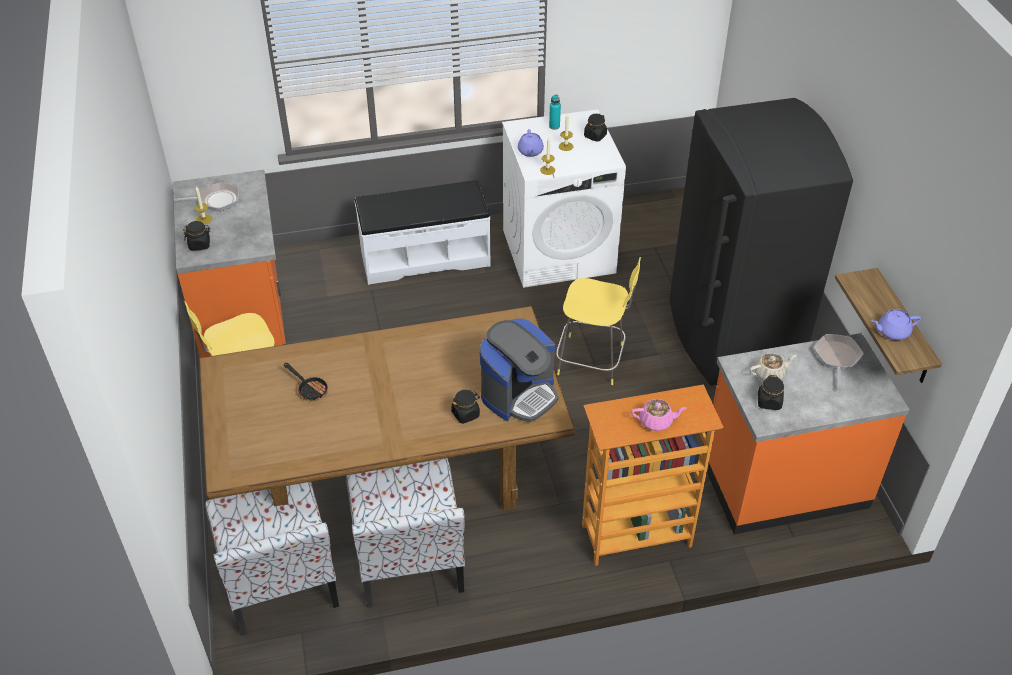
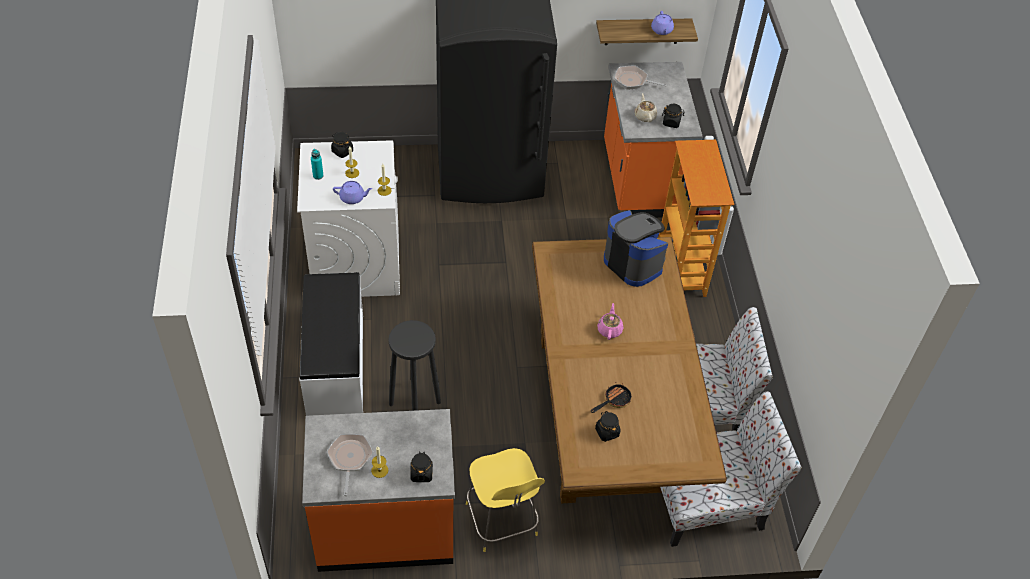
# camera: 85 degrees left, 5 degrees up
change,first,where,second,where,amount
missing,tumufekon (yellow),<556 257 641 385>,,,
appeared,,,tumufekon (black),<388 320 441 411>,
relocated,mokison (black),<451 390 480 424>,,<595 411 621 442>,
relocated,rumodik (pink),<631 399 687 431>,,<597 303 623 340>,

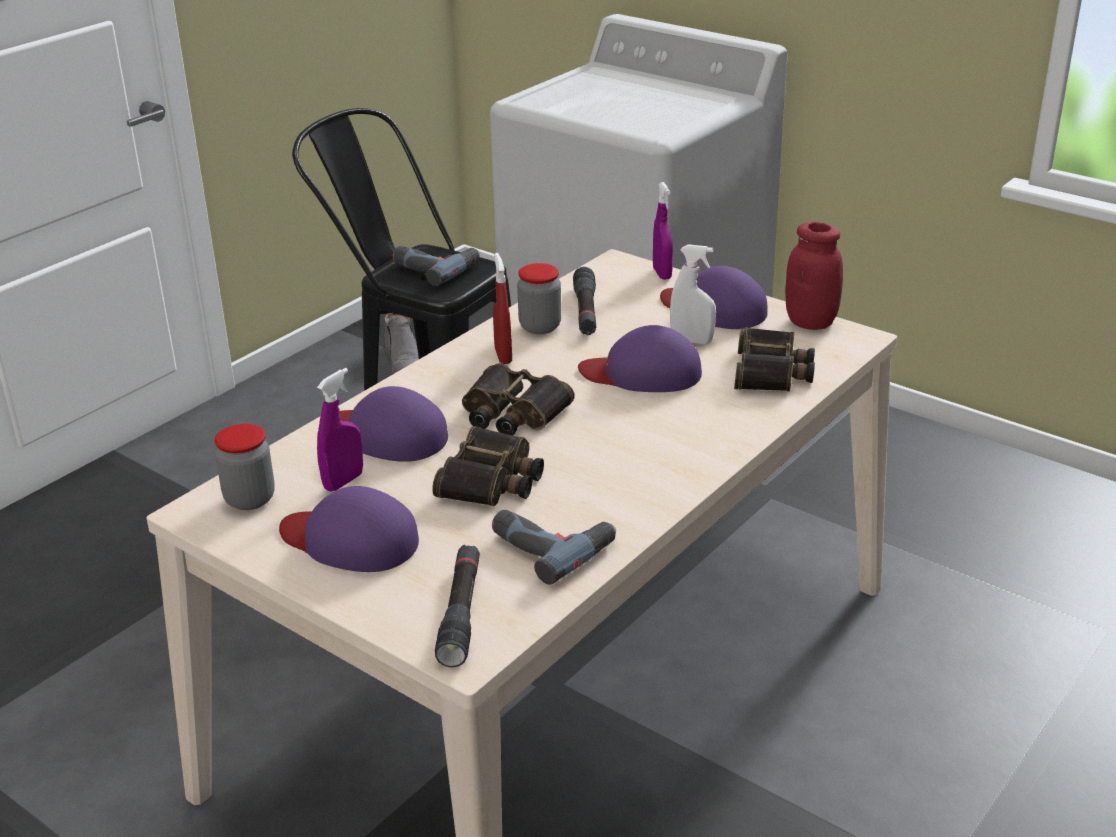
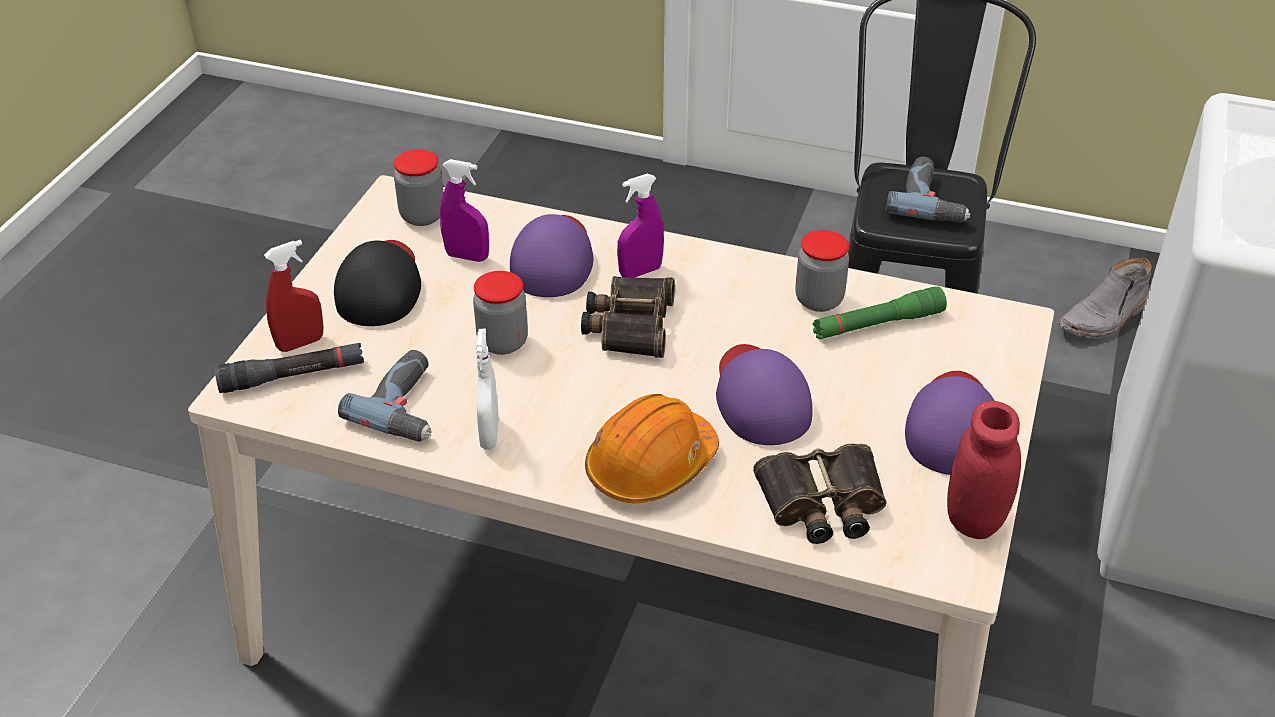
# camera: 70 degrees right, 10 degrees up
change,first,where,second,where,amount
appeared,,,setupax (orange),<585 394 719 503>,
relocated,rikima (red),<493 253 512 364>,,<264 240 324 352>,
relocated,rikima (purple),<653 182 673 280>,,<617 174 664 278>,
relocated,rikima (white),<670 244 716 344>,,<476 329 499 450>,
exchanged,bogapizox,<432 426 544 506>,mokison,<473 271 528 355>,
colour,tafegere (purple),<279 486 419 572>,tafegere (black),<334 240 421 326>,
colour,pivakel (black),<573 267 596 335>,pivakel (green),<812 286 947 339>,

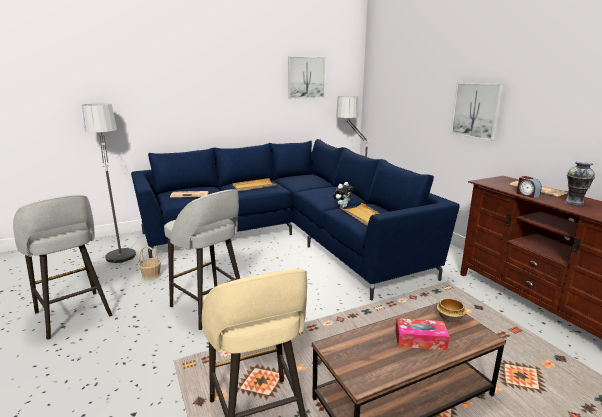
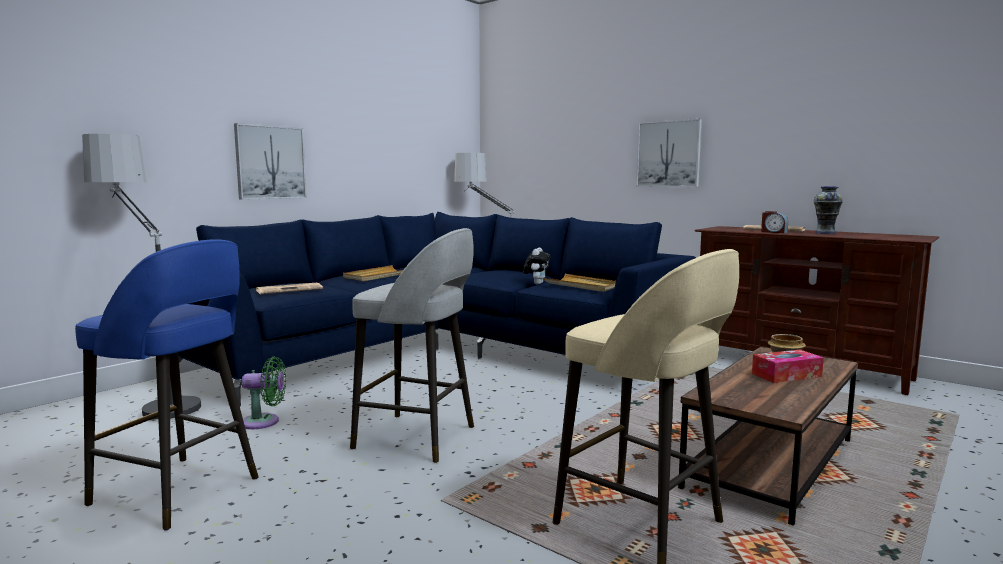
# camera: 25 degrees left, 10 degrees down
change,first,where,second,where,amount
relocated,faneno,<288 56 325 99>,,<234 123 307 200>,
exchanged,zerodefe,<138 246 161 280>,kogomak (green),<241 357 286 429>,
colour,tumufekon (grey),<13 195 112 340>,tumufekon (blue),<75 239 259 531>,

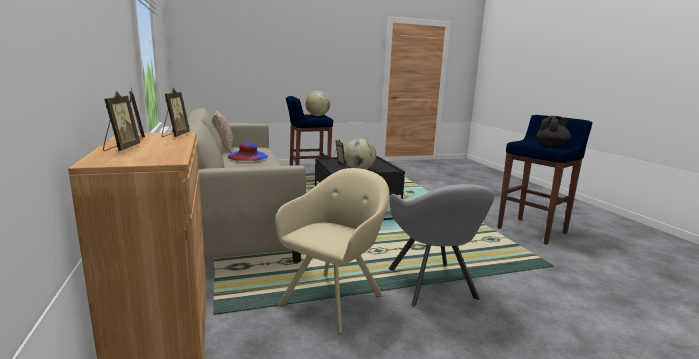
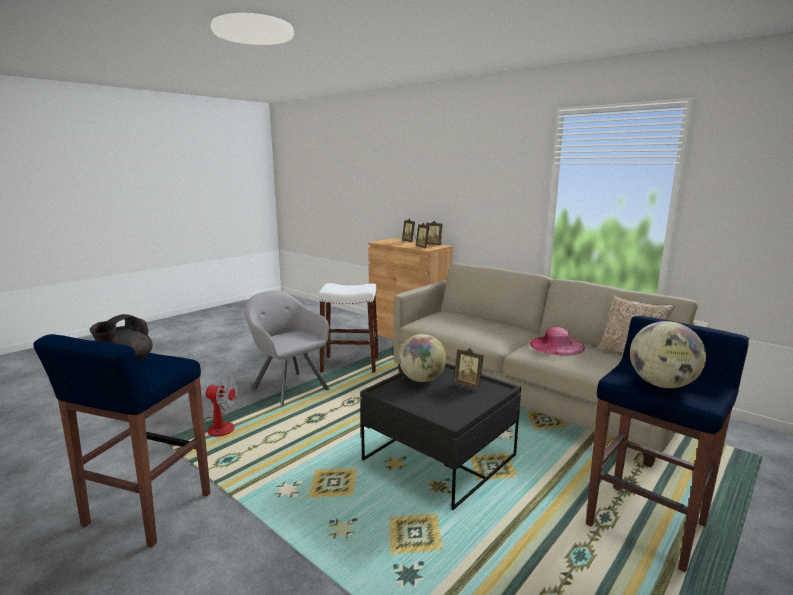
# camera: 150 degrees right, 0 degrees up
change,first,where,second,where,amount
appeared,,,kogomak,<204 378 238 437>,
exchanged,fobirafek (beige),<275 168 390 334>,tumufekon (white),<318 283 379 373>,
colour,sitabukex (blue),<228 142 268 161>,sitabukex (pink),<530 327 585 356>,

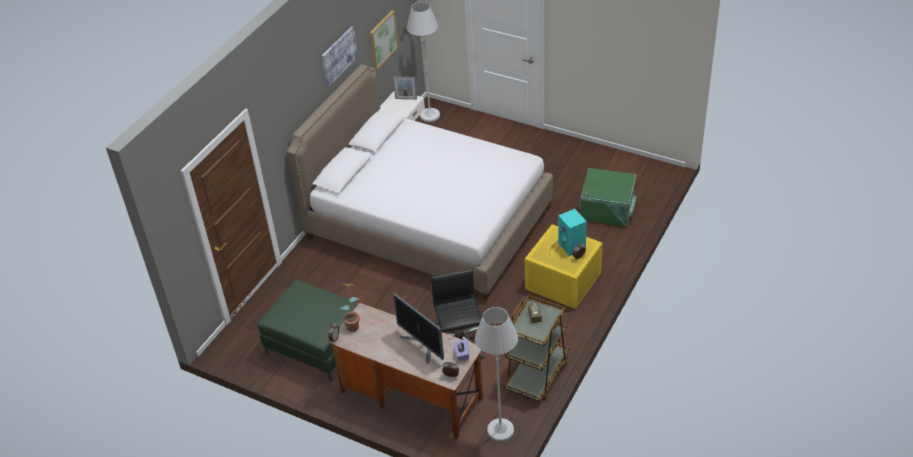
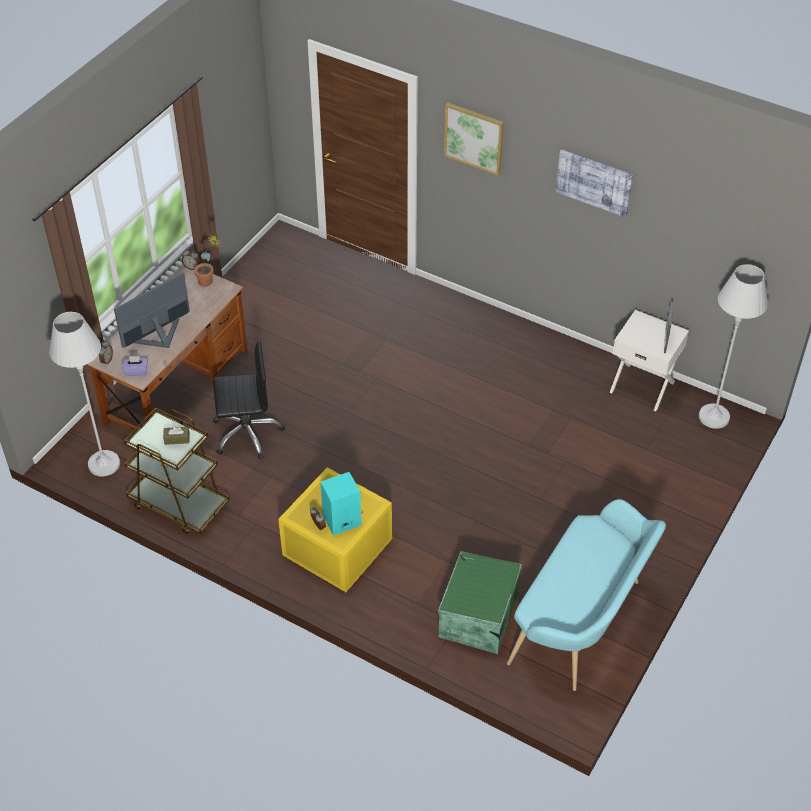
# camera: 90 degrees right, 5 degrees up
change,first,where,second,where,amount
missing,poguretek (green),<257 280 359 381>,,,
missing,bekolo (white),<287 64 553 300>,,,
appeared,,,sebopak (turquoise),<507 499 666 691>,
relocated,faneno,<370 10 399 70>,,<444 103 504 176>,

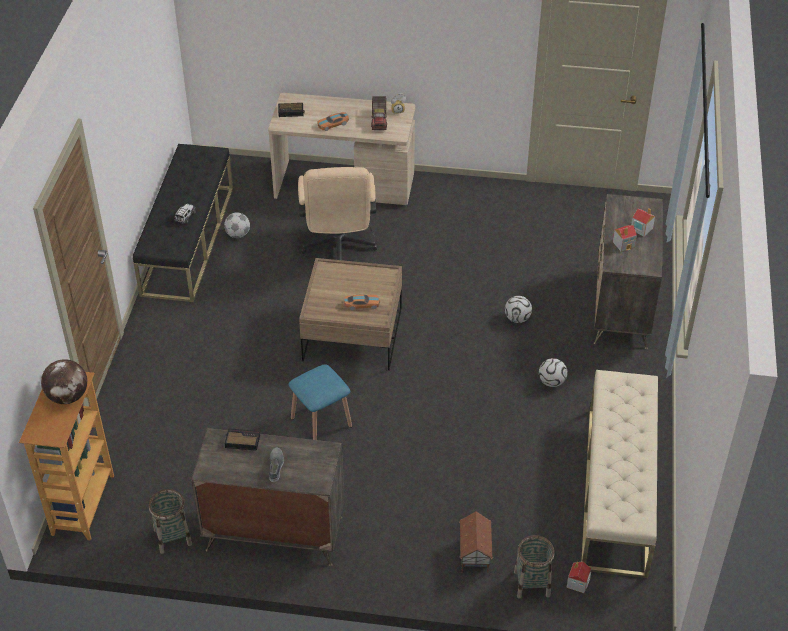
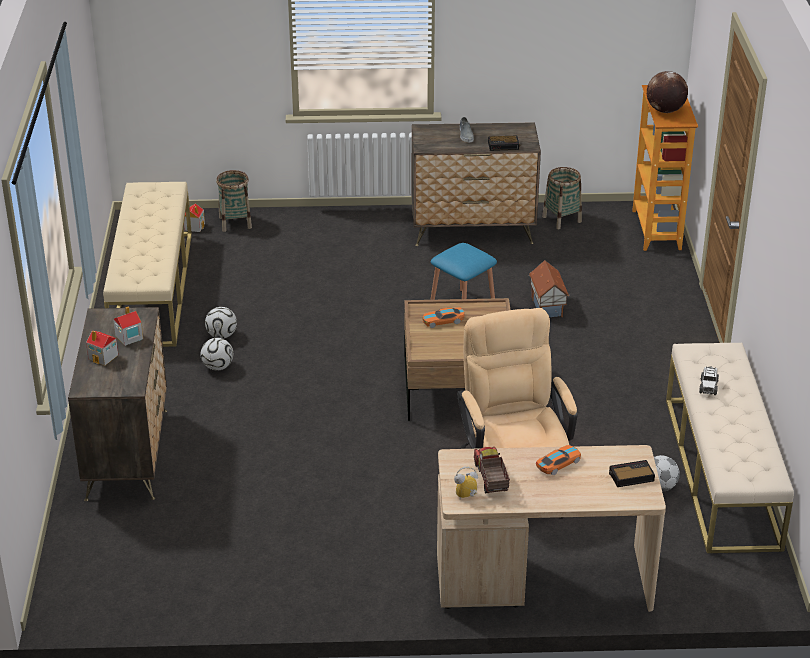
# camera: 170 degrees right, 10 degrees down
change,first,where,second,where,amount
relocated,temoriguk,<459 512 493 573>,,<529 260 569 317>,
relocated,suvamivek,<505 296 532 323>,,<205 307 237 339>,
colour,sebopak (black),<133 144 233 302>,sebopak (beige),<666 343 794 553>,

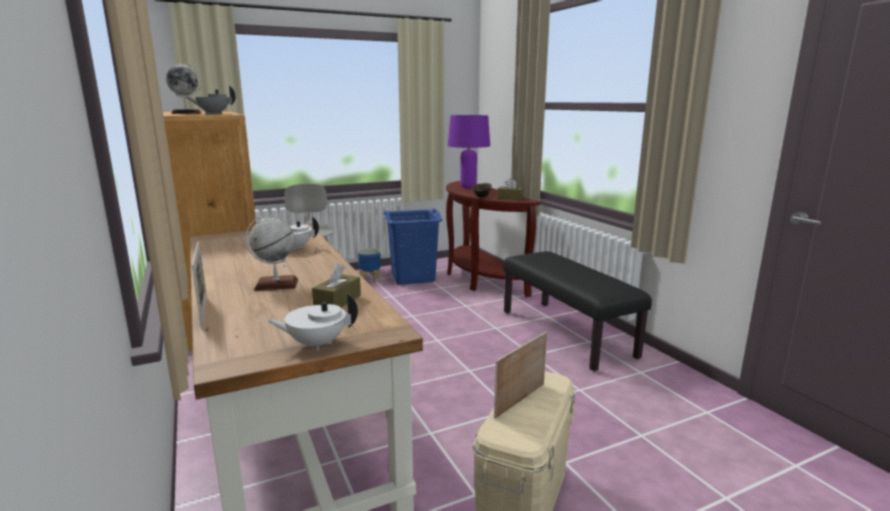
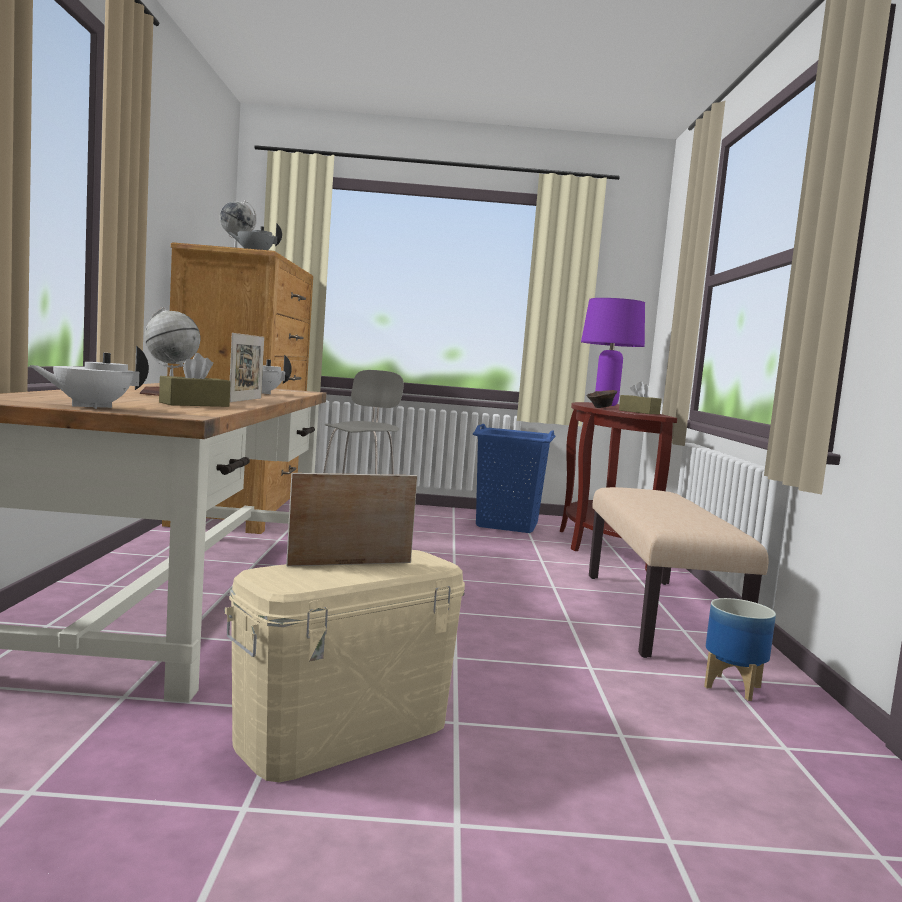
# camera: 25 degrees right, 10 degrees down
change,first,where,second,where,amount
relocated,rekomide,<192 241 207 329>,,<230 333 264 402>,
relocated,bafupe,<358 248 381 283>,,<704 598 776 701>,
colour,sebopak (black),<503 251 652 371>,sebopak (beige),<589 487 768 658>,
spun,rumodik (white),<267 294 358 351>,,<29 346 149 409>,45 degrees counterclockwise

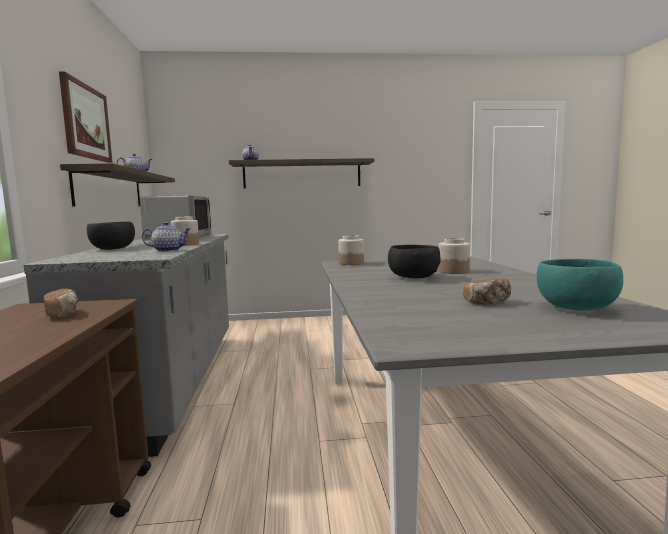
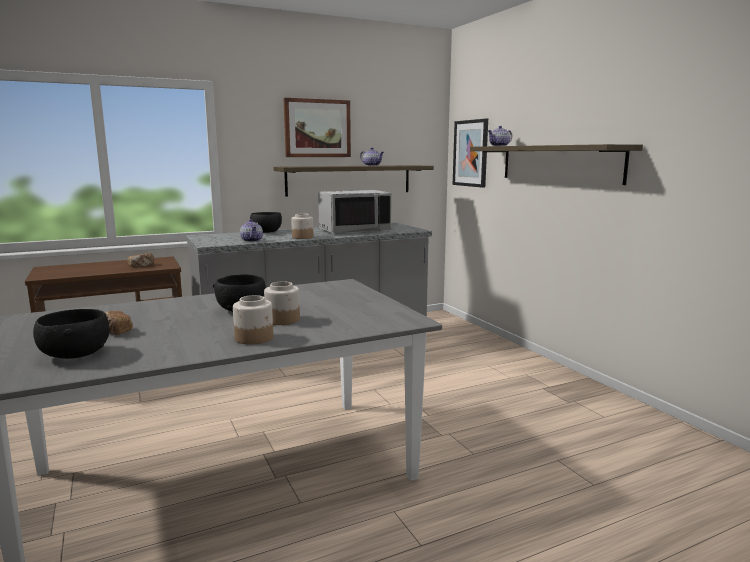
# camera: 70 degrees right, 5 degrees up
change,first,where,second,where,amount
appeared,,,faneno,<453 119 488 188>,
relocated,mokison,<338 235 364 265>,,<233 295 273 345>,
colour,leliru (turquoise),<537 259 623 310>,leliru (black),<33 309 110 359>,

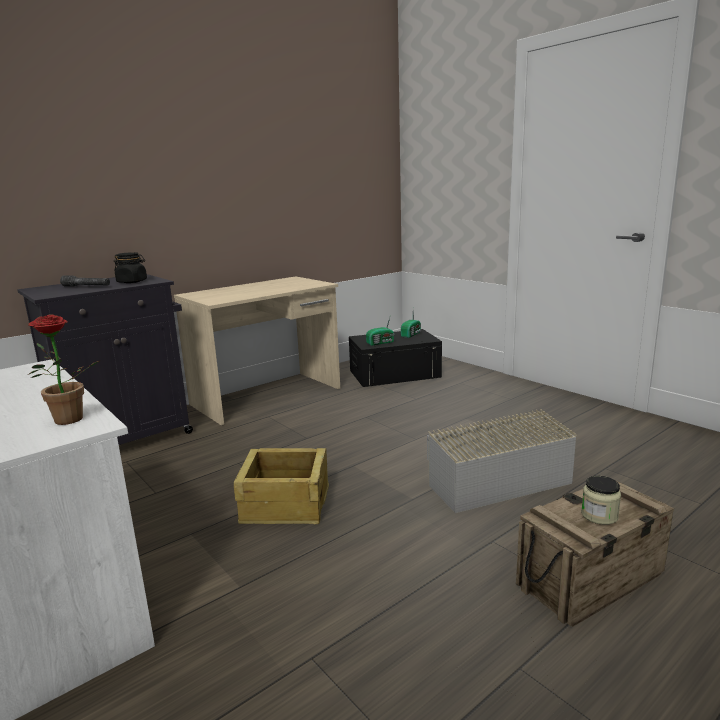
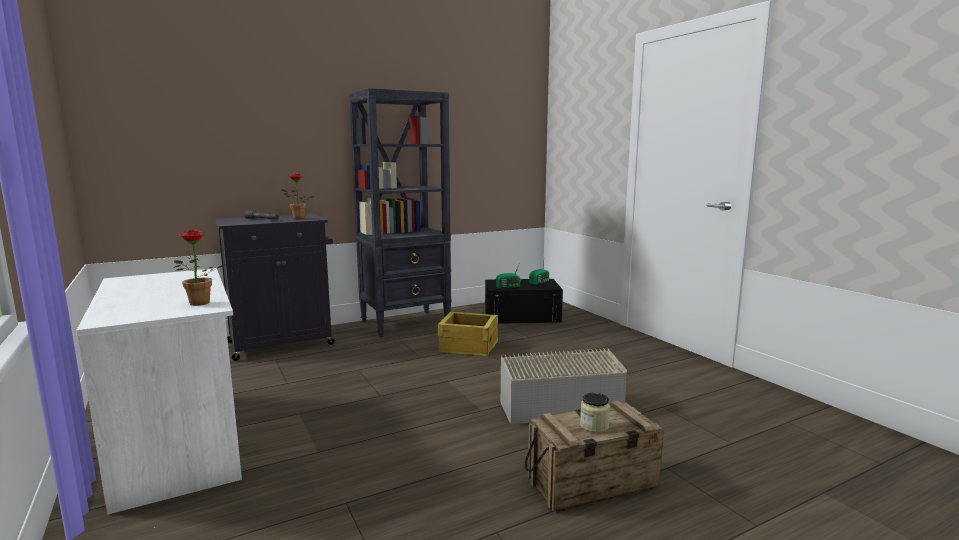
# camera: 10 degrees right, 5 degrees down
change,first,where,second,where,amount
relocated,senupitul,<234 448 329 524>,,<438 312 498 356>,
exchanged,mokison (black),<114 252 147 283>,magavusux,<281 173 314 219>,
exchanged,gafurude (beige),<174 276 340 425>,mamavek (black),<349 88 452 338>,

